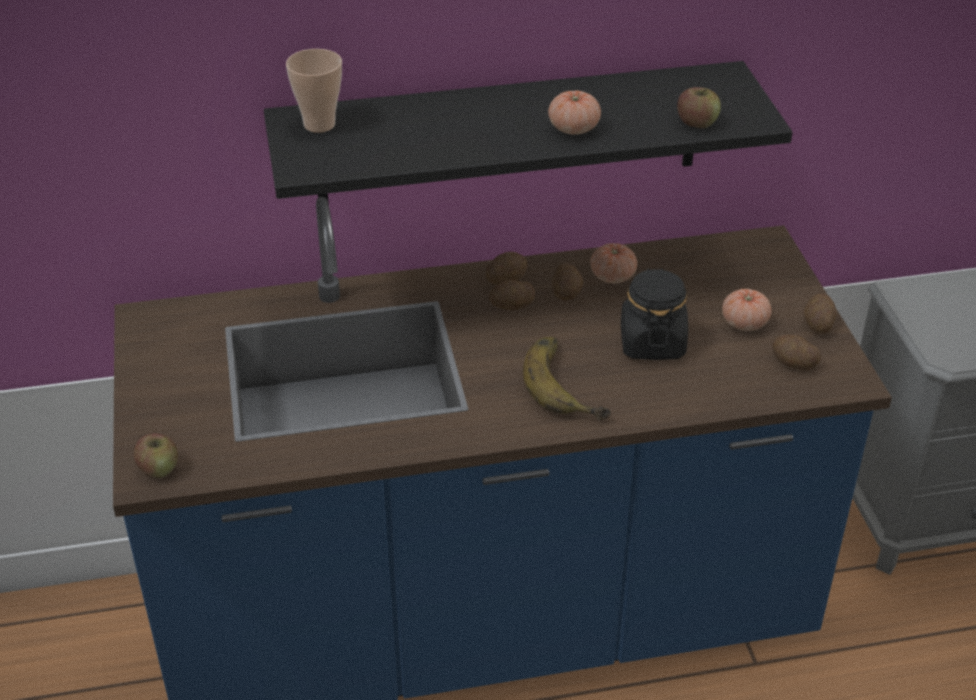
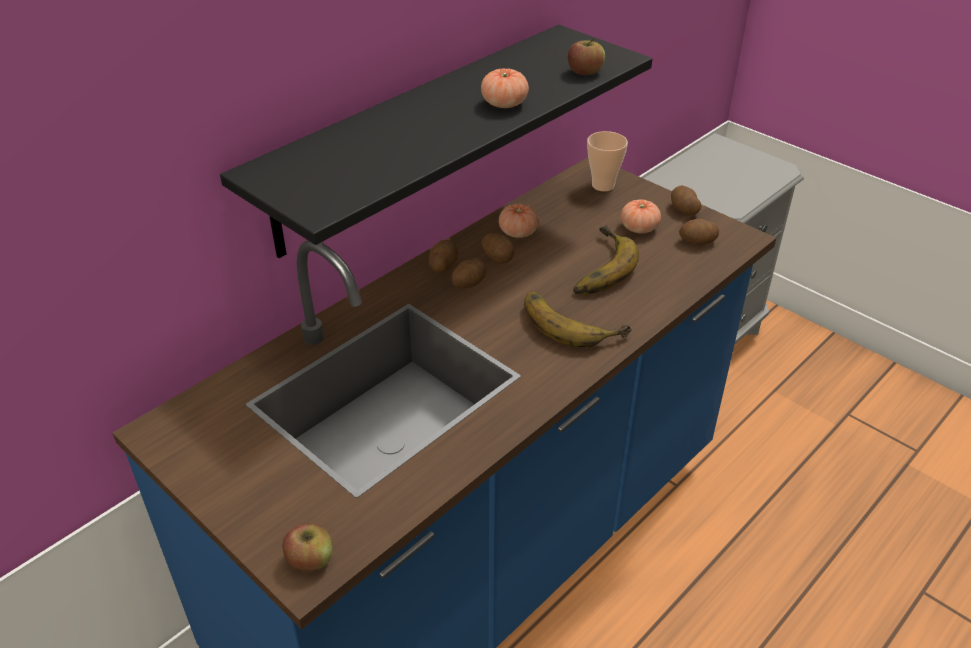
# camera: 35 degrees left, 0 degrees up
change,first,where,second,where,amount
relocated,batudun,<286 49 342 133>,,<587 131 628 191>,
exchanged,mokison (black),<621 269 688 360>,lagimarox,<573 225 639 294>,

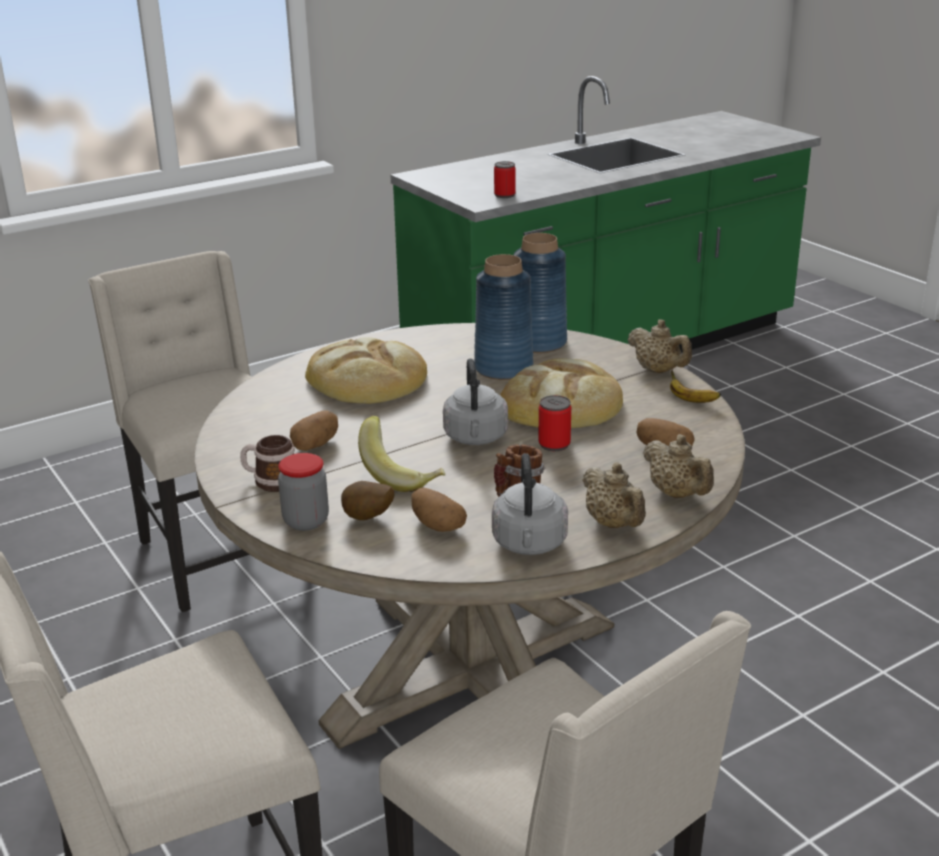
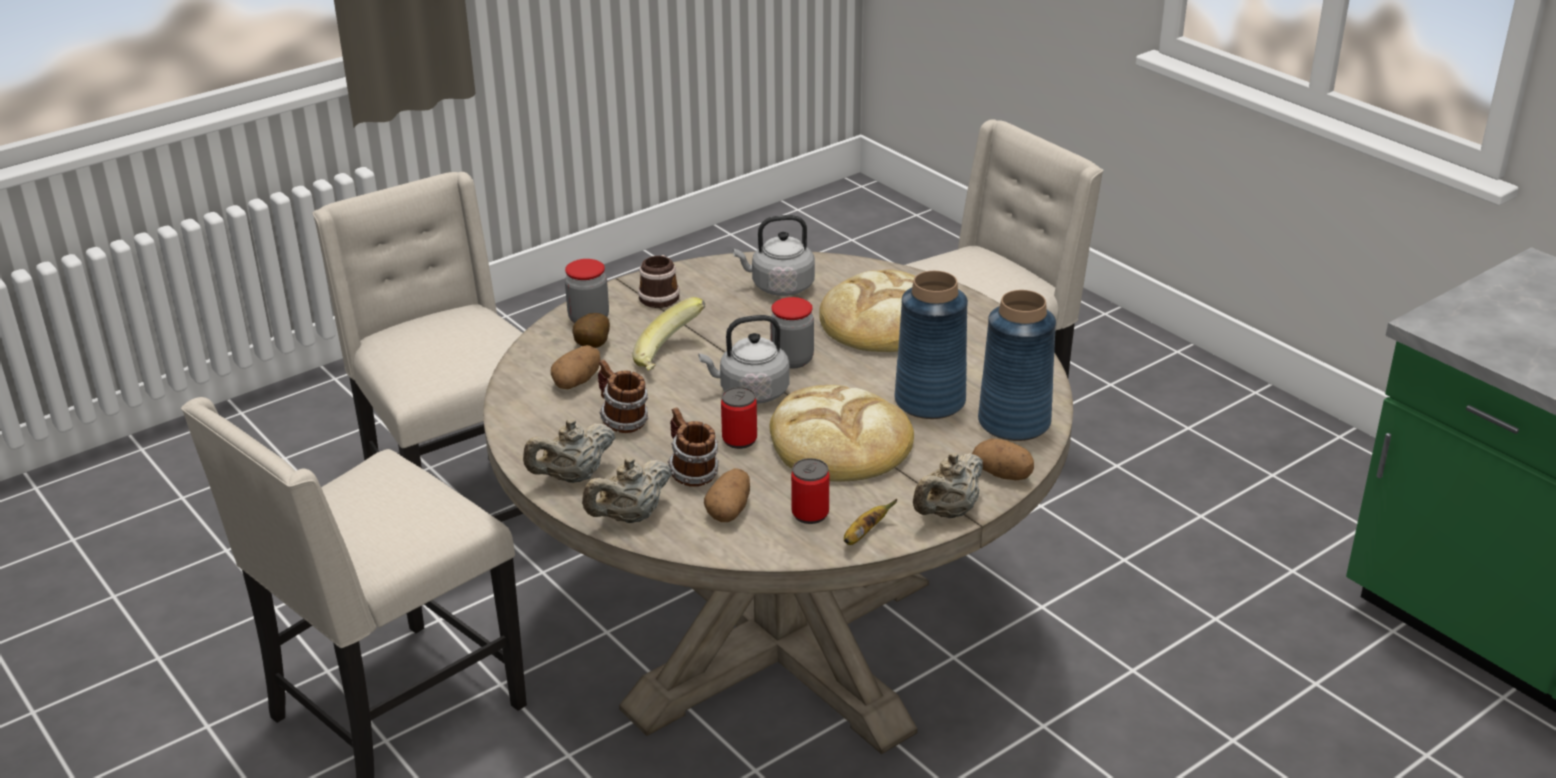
# camera: 85 degrees right, 5 degrees up
change,first,where,second,where,amount
appeared,,,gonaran,<668 408 719 487>,
appeared,,,mokison,<770 297 814 369>,
relocated,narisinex,<290 410 338 451>,,<972 439 1034 480>,
relocated,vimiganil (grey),<492 453 568 555>,,<733 215 815 296>,
relocated,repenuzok,<494 161 516 198>,,<791 458 829 524>,

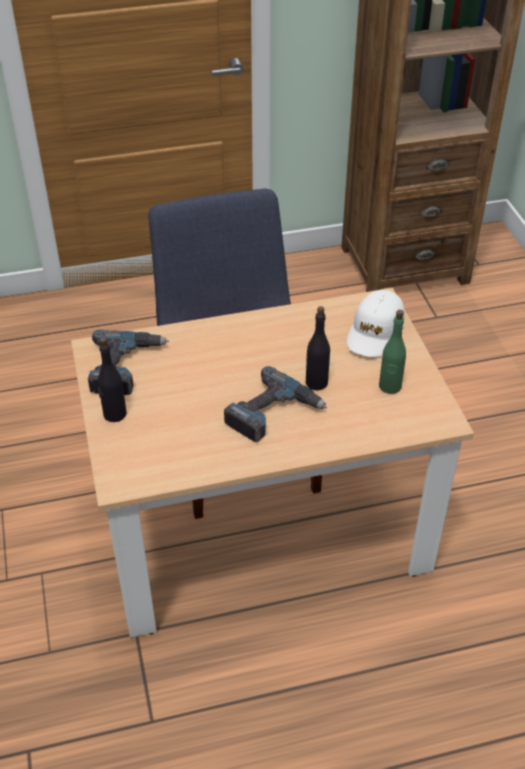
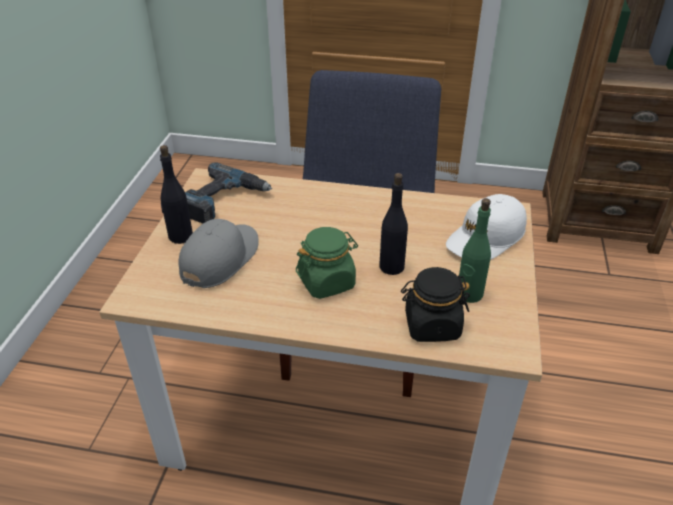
# camera: 25 degrees right, 5 degrees down
change,first,where,second,where,amount
appeared,,,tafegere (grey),<178 219 259 288>,
appeared,,,mokison (black),<401 267 470 342>,
exchanged,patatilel,<224 366 327 442>,mokison (green),<296 227 358 299>,

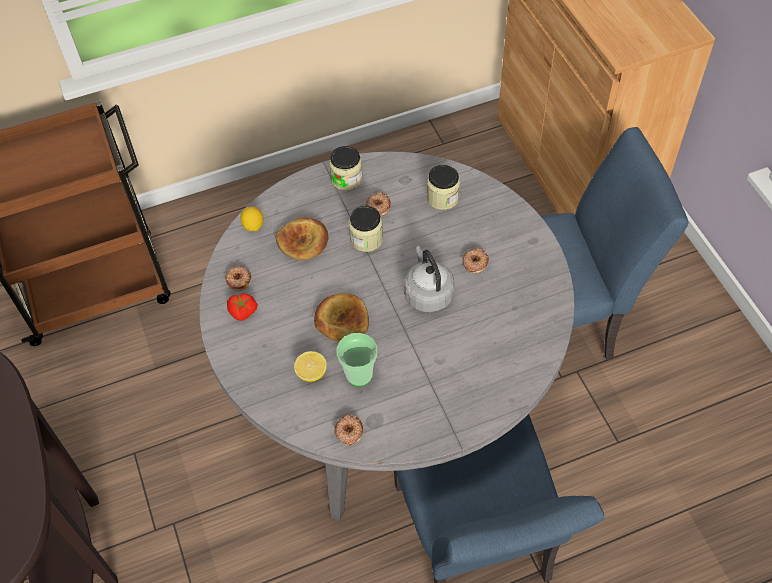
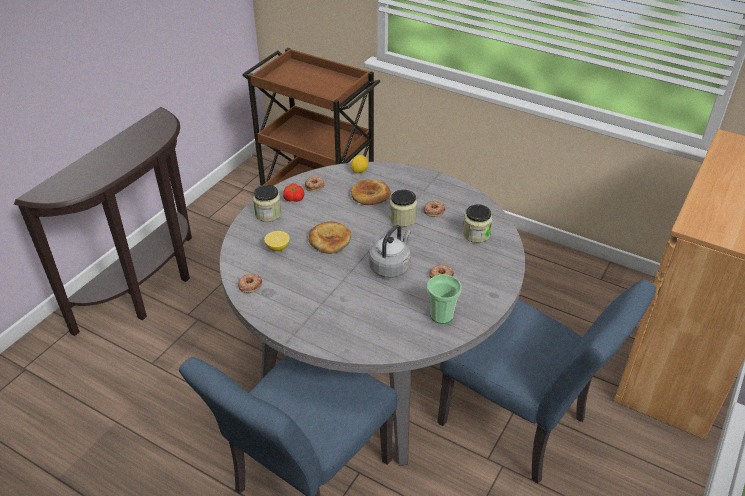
# camera: 50 degrees right, 15 degrees down
change,first,where,second,where,amount
relocated,mokison,<329 146 363 191>,,<253 185 282 222>,
relocated,batudun,<337 333 377 386>,,<427 274 462 324>,

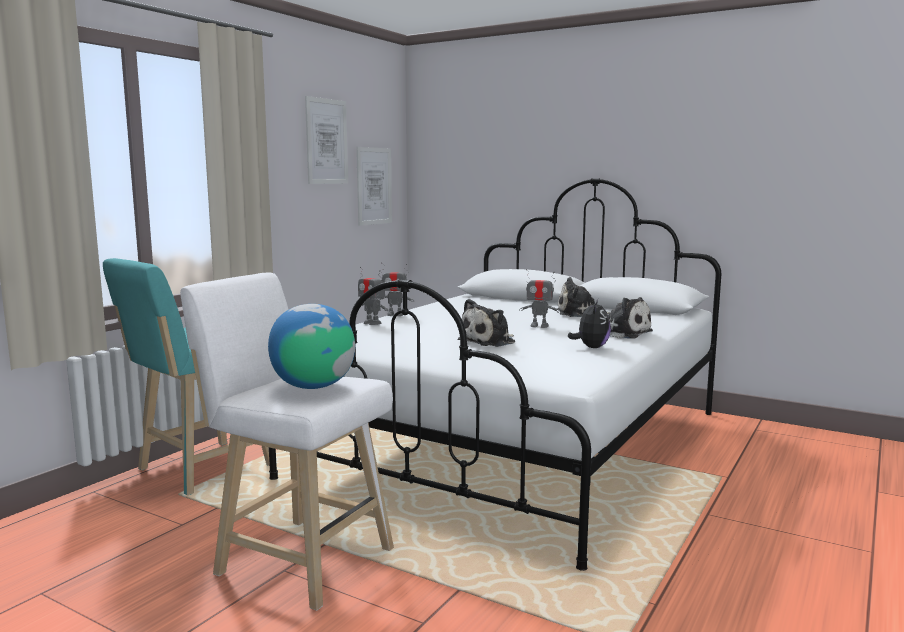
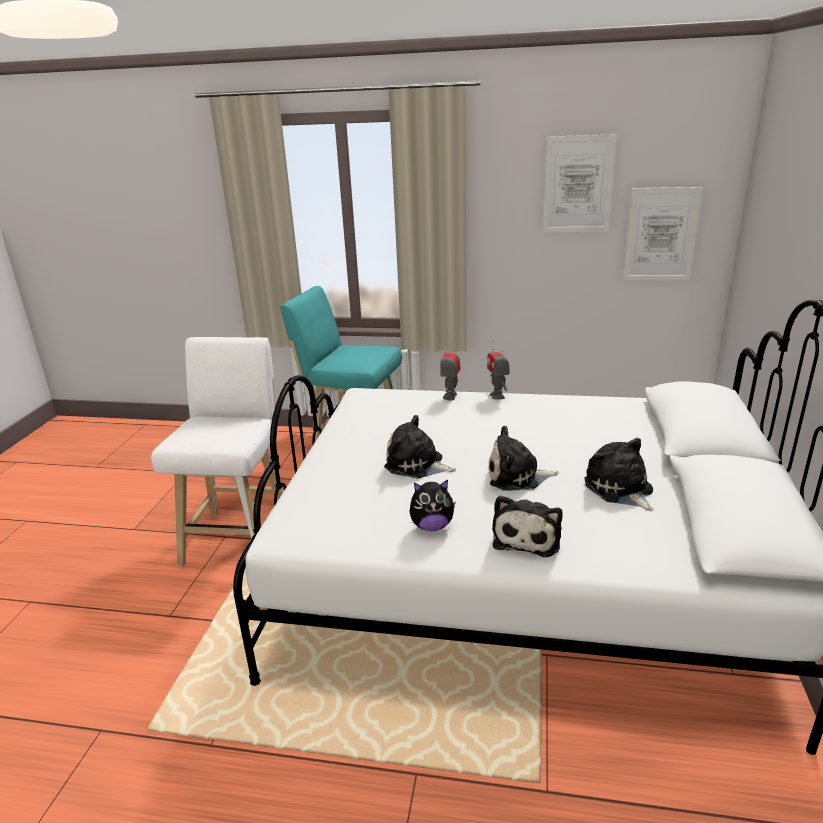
# camera: 70 degrees right, 15 degrees up
change,first,where,second,where,amount
missing,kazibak,<268 304 355 389>,,,
exchanged,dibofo,<519 269 561 328>,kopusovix,<489 426 559 491>,

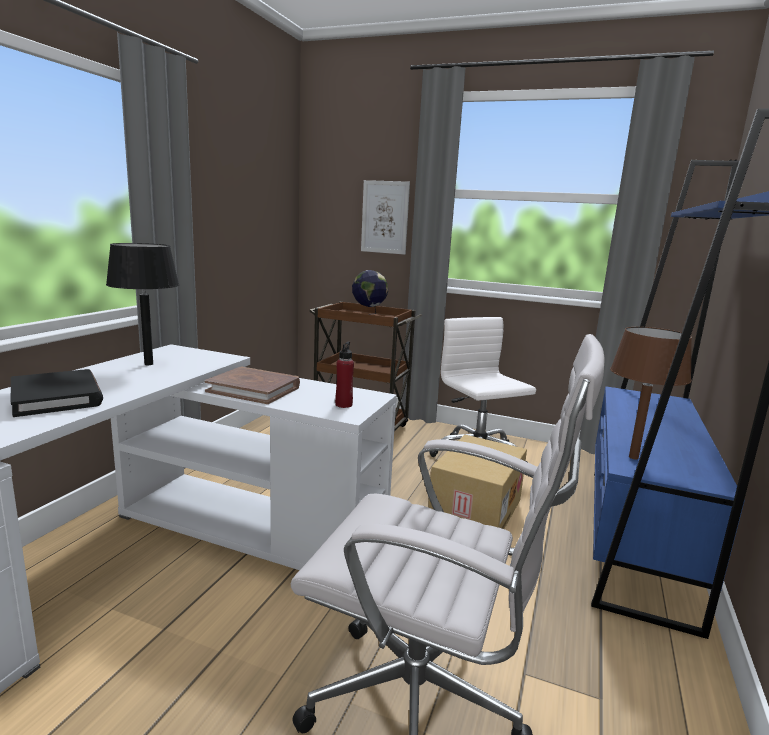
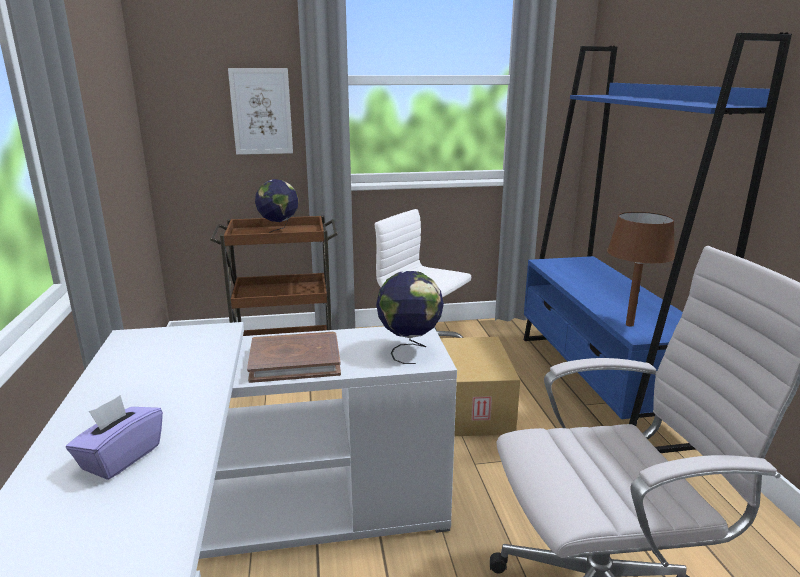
# camera: 30 degrees left, 5 degrees up
change,first,where,second,where,amount
missing,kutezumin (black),<106 243 179 365>,,,
exchanged,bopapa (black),<11 369 103 417>,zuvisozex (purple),<66 395 163 480>,
exchanged,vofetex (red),<335 342 354 408>,kazibak,<376 271 444 364>,

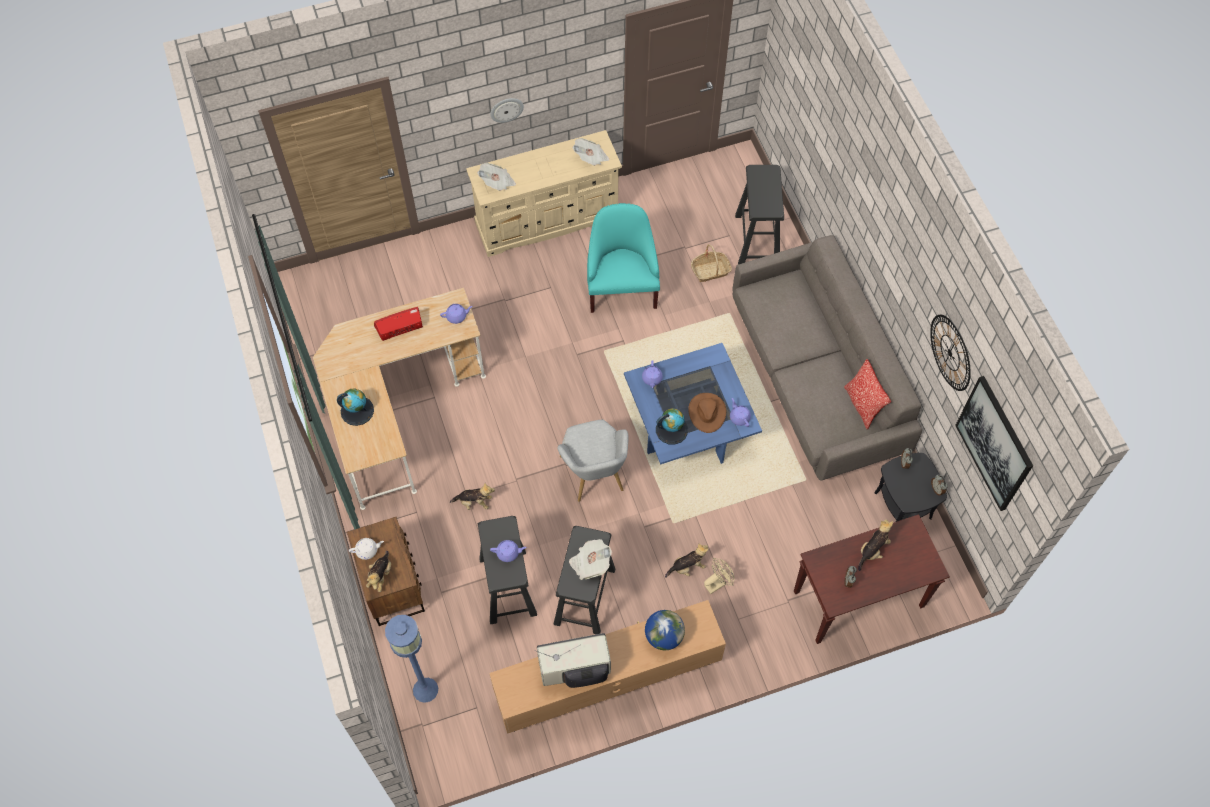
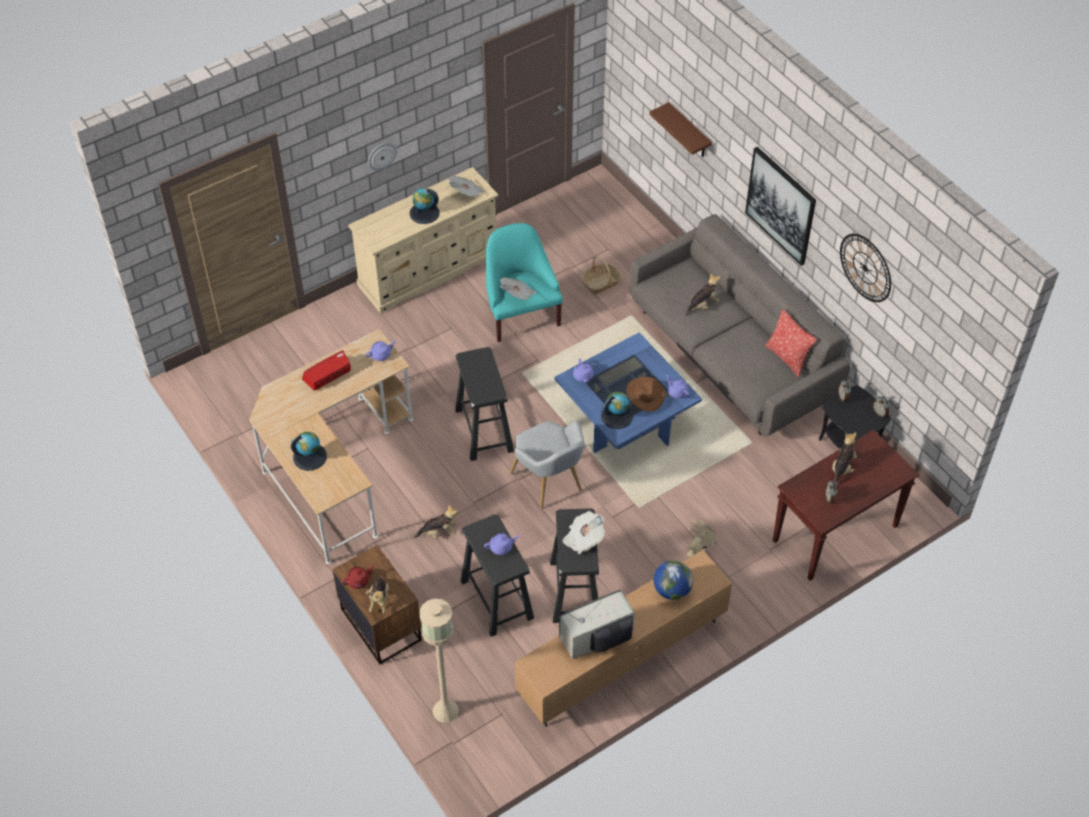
# camera: 15 degrees left, 10 degrees down
change,first,where,second,where,amount
appeared,,,kazibak,<409 188 440 224>,
appeared,,,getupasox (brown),<649 102 712 157>,
relocated,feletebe,<477 163 516 191>,,<500 277 536 300>,
relocated,kopusovix,<665 543 709 578>,,<685 273 720 317>,
relocated,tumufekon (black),<735 165 784 265>,,<455 347 514 461>,
relocated,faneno,<955 376 1033 511>,,<745 147 816 266>,
colour,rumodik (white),<349 538 384 560>,rumodik (red),<342 565 375 589>,
colour,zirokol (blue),<385 615 438 703>,zirokol (beige),<419 599 459 723>,

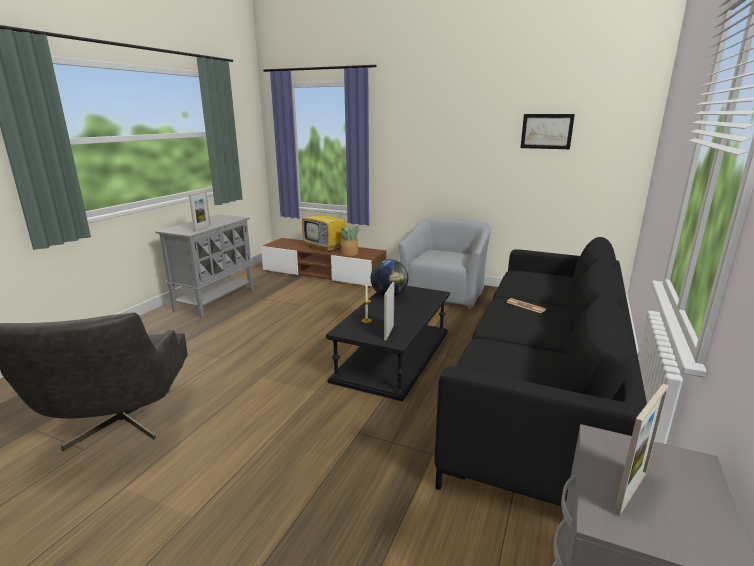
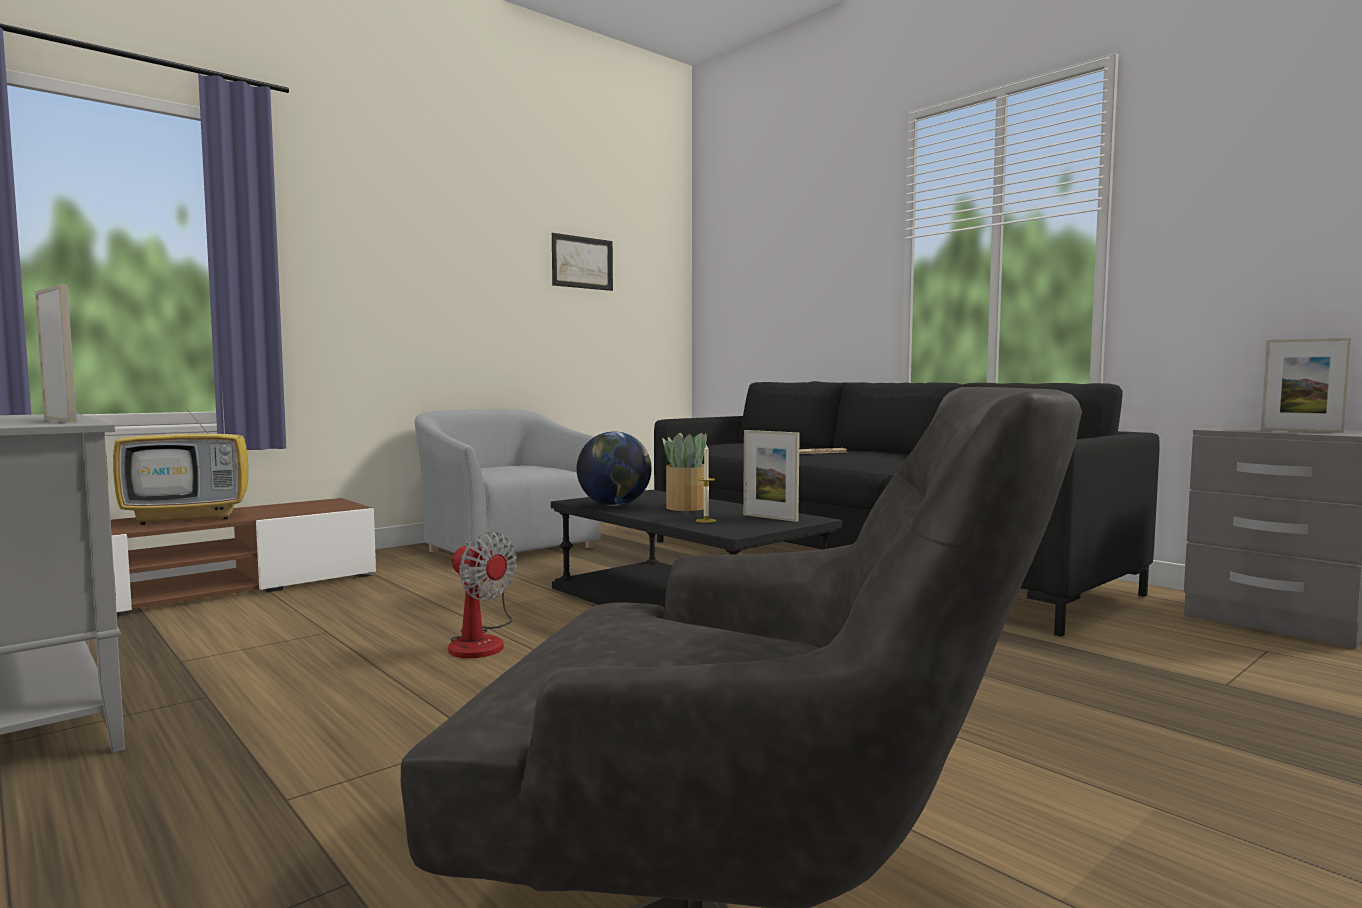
# camera: 65 degrees left, 15 degrees down
change,first,where,second,where,amount
appeared,,,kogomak,<448 531 517 658>,
relocated,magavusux,<340 226 361 256>,,<662 432 707 511>,
spun,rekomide,<614 384 669 516>,,<1261 338 1351 433>,150 degrees clockwise

